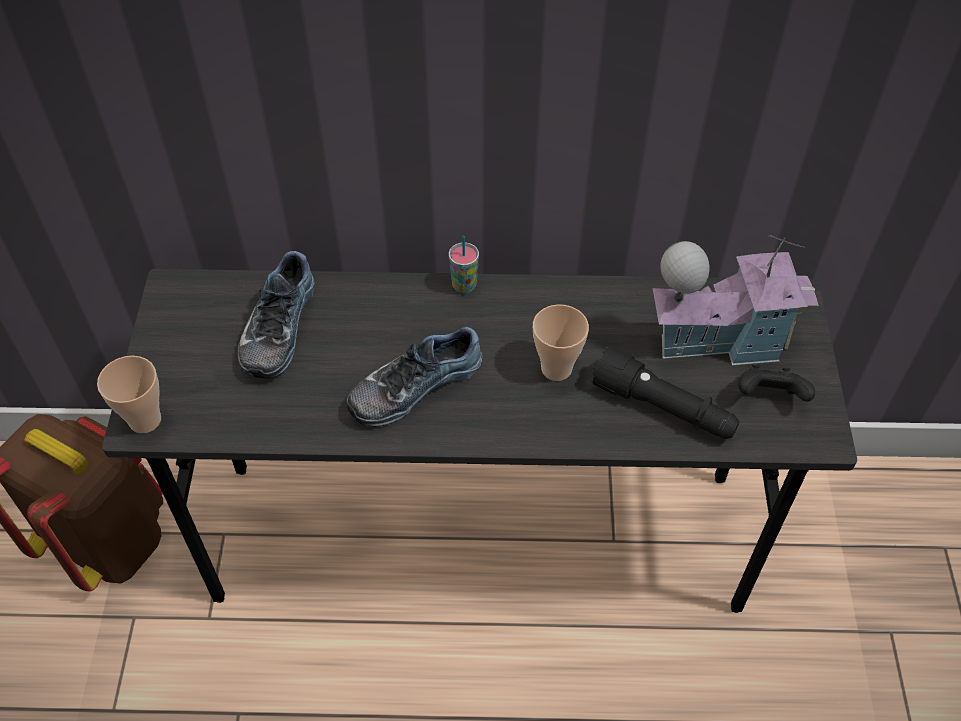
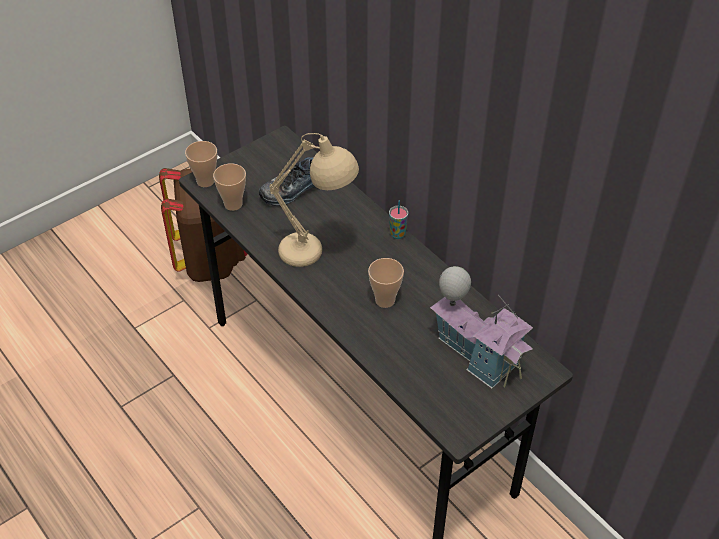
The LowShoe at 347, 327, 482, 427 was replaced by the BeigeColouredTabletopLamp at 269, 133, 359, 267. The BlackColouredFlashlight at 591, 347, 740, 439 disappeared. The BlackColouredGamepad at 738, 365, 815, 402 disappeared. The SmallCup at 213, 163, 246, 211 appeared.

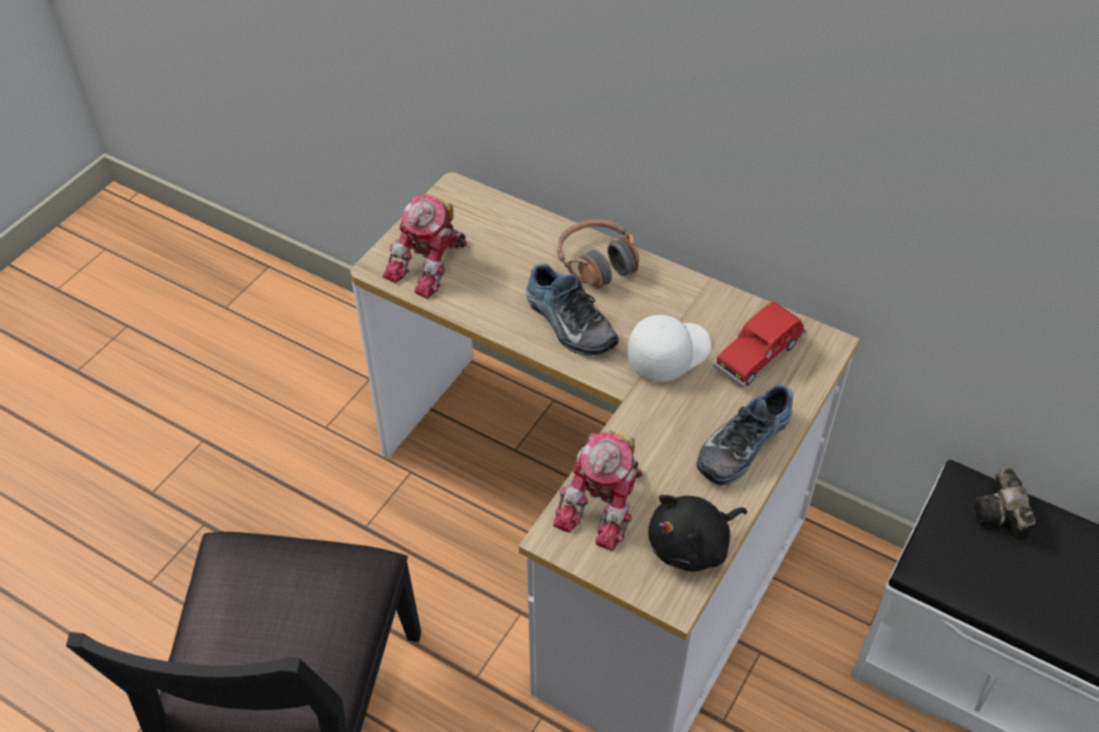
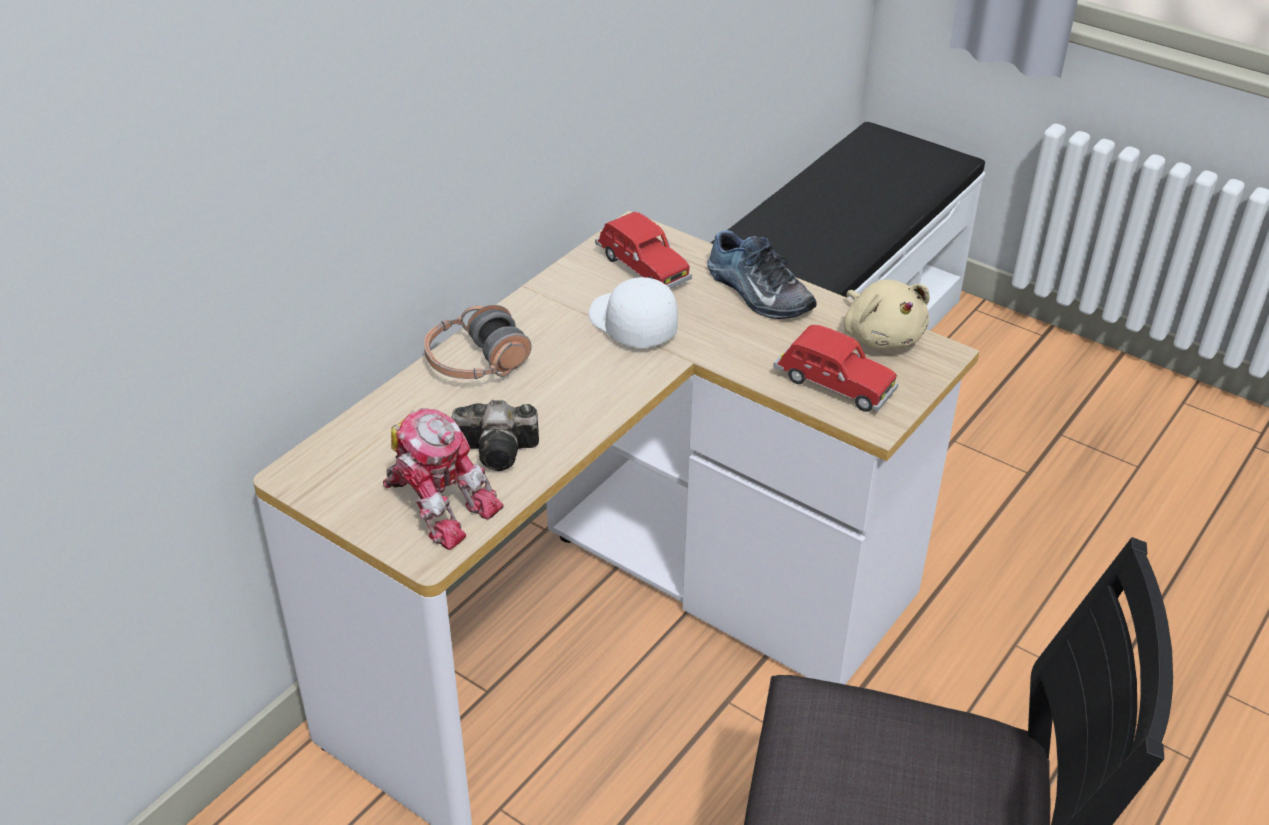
The LowShoe at 526, 263, 619, 355 disappeared. The RobotFigure at 553, 430, 643, 551 was replaced by the ReddishModelCar at 773, 325, 899, 412. The PhotoCamera moved from 974, 468, 1036, 541 to 452, 400, 539, 471. The BlackColouredSoftToy at 648, 495, 747, 572 became the BeigeColouredSoftToy at 844, 279, 930, 349.

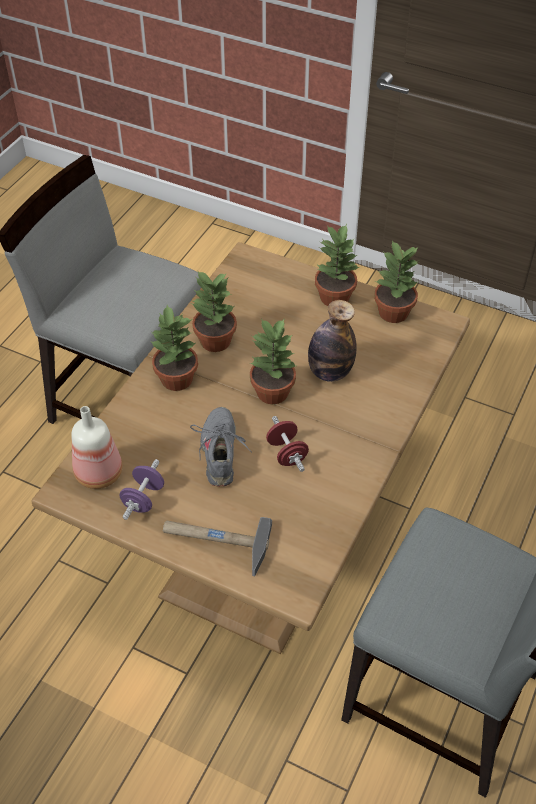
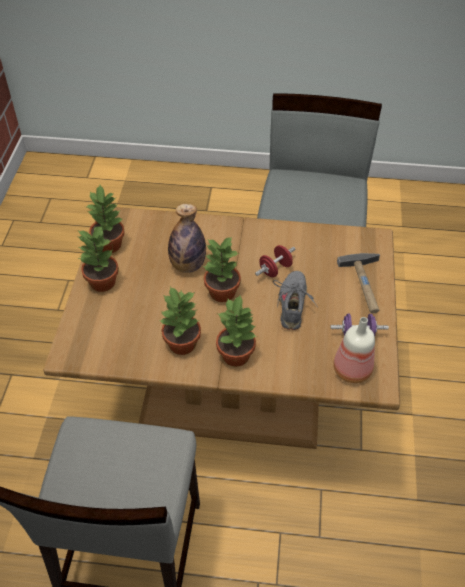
The GreyLowShoe at 190, 407, 252, 487 turned 120 degrees clockwise.

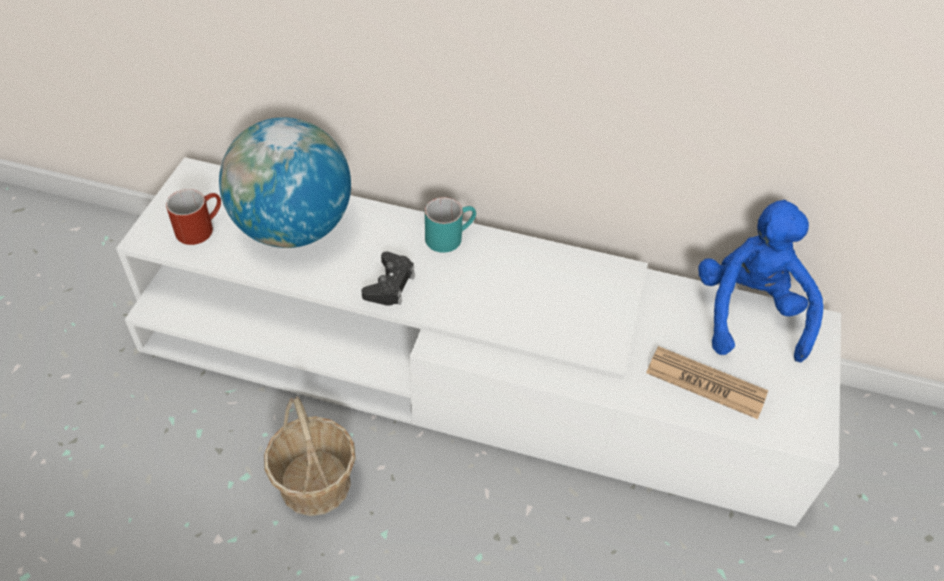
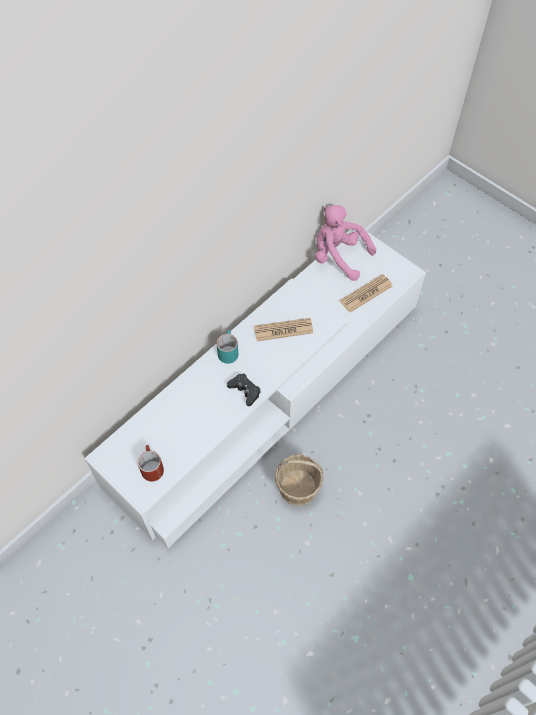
The DeskGlobe at 219, 117, 351, 248 disappeared. The BluishSoftToy at 698, 200, 824, 363 became the PinkSoftToy at 315, 205, 376, 281. The PrintedPaper at 254, 318, 313, 341 appeared.

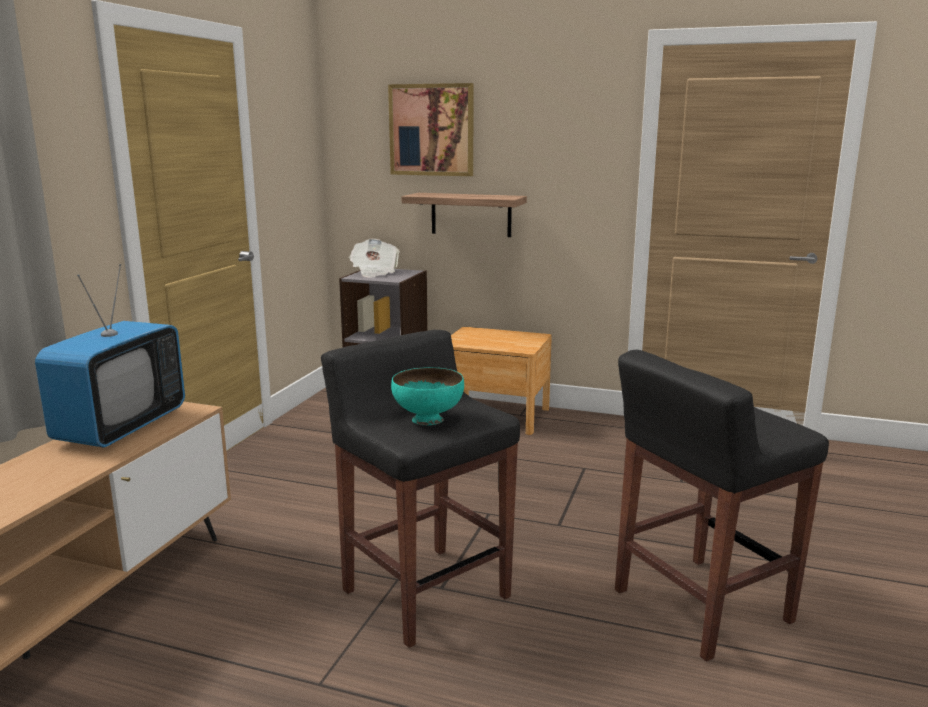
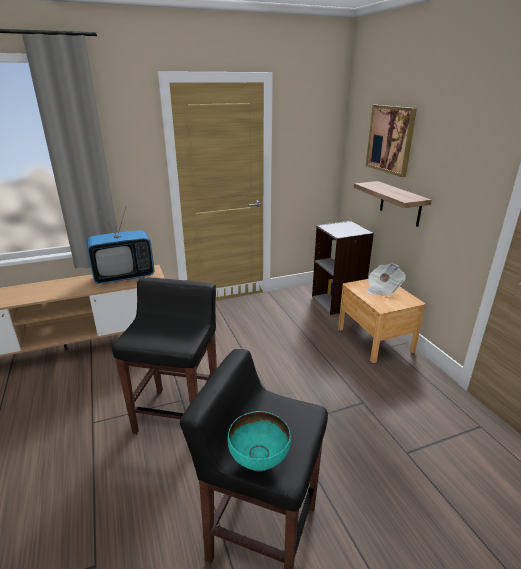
The PrintedPaper moved from 349, 239, 400, 278 to 367, 264, 406, 296. The TurquoiseColouredServingBowl moved from 391, 367, 464, 425 to 228, 411, 291, 472.

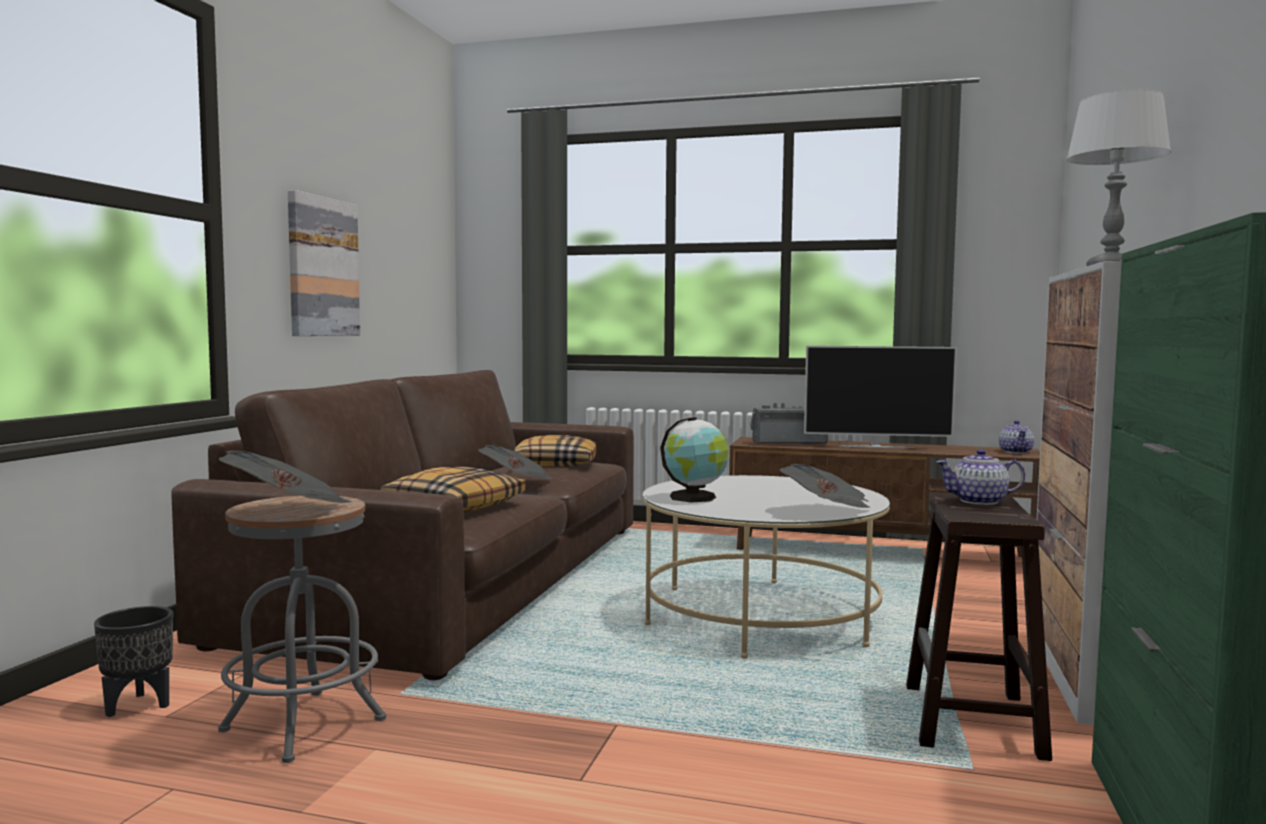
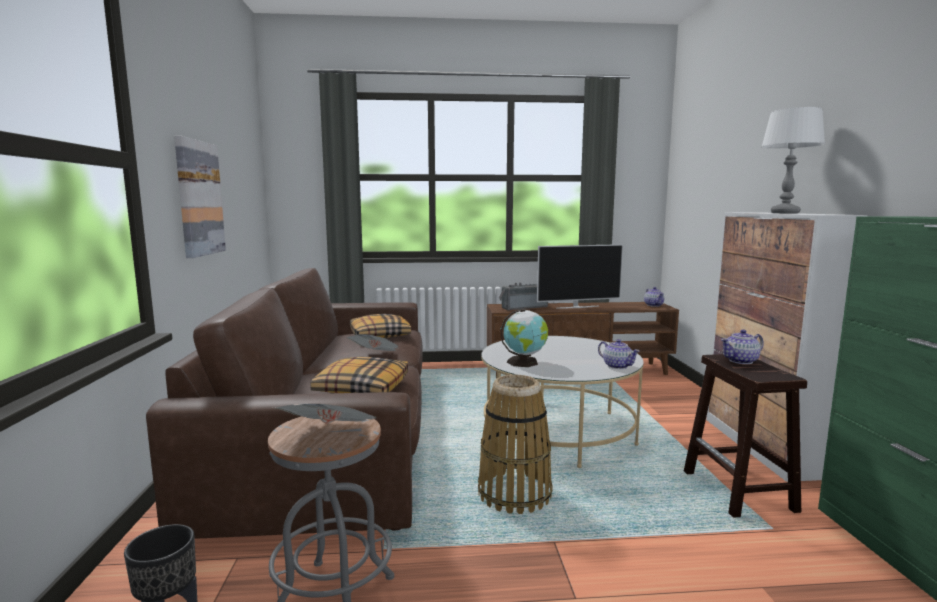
The PrintedPaper at 779, 464, 870, 508 was replaced by the PotForTea at 598, 339, 640, 369. The Basket at 478, 375, 553, 514 appeared.

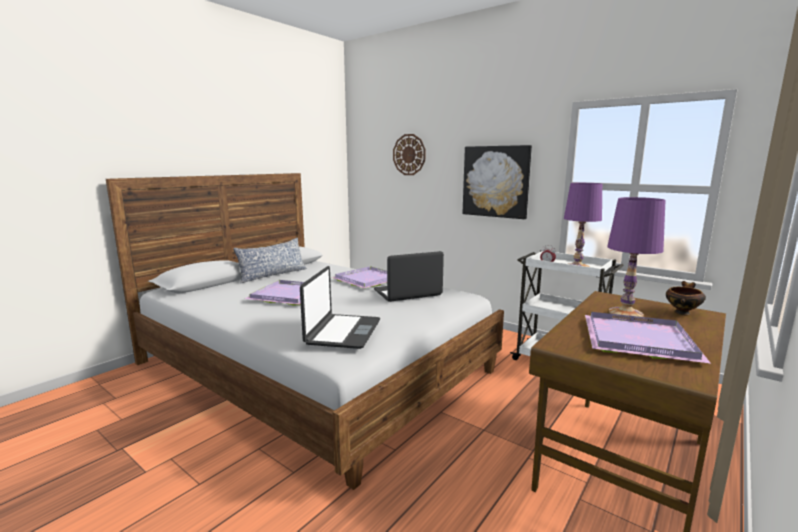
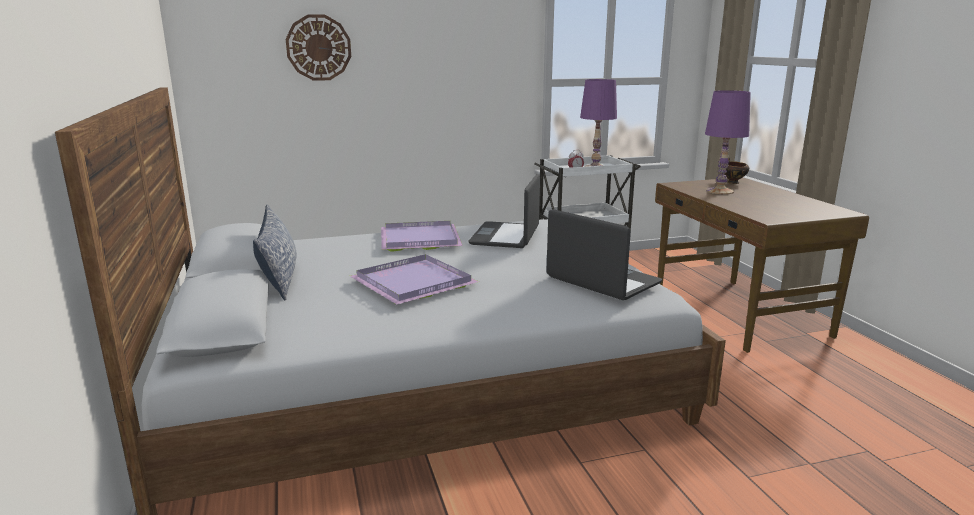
The WallArt at 463, 145, 532, 219 disappeared. The PurplishTray at 585, 312, 711, 364 disappeared.

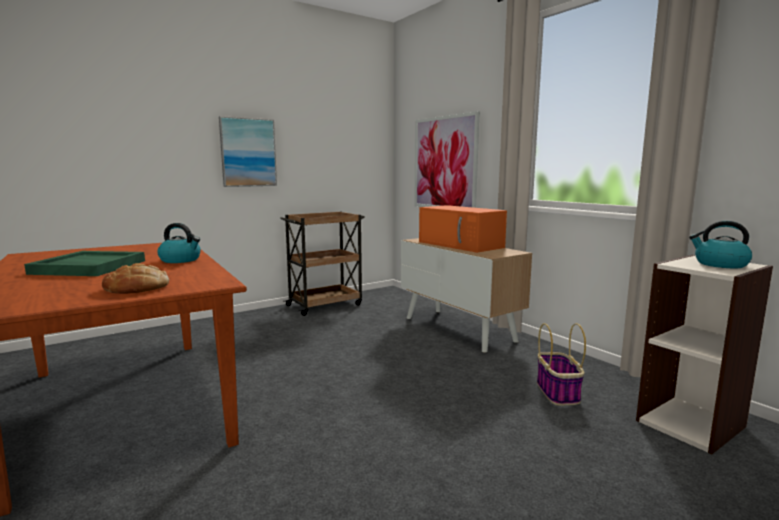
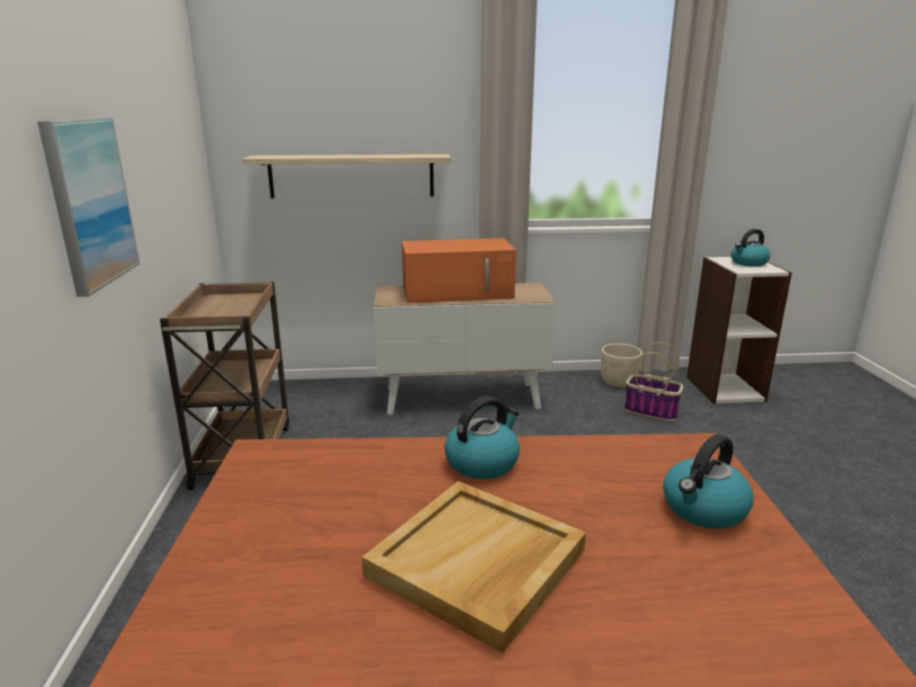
The WallArt at 414, 111, 480, 208 was replaced by the Shelf at 242, 154, 451, 198. The GreenColouredTray at 24, 251, 145, 276 became the BeigeColouredTray at 362, 481, 586, 653. The Bread at 102, 263, 169, 294 was replaced by the WaterKettle at 663, 434, 753, 529. The BeigeColouredPlantPot at 601, 343, 642, 387 appeared.

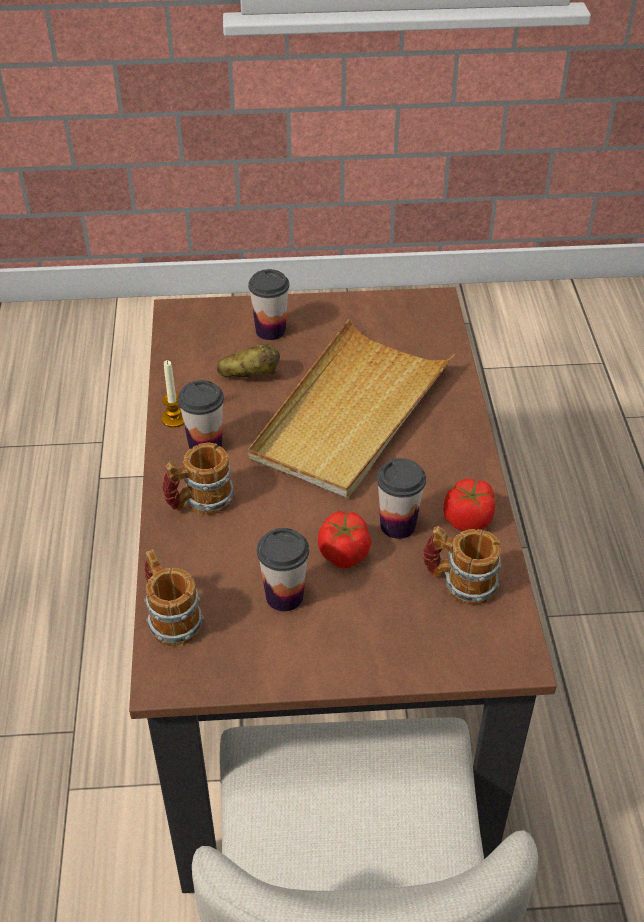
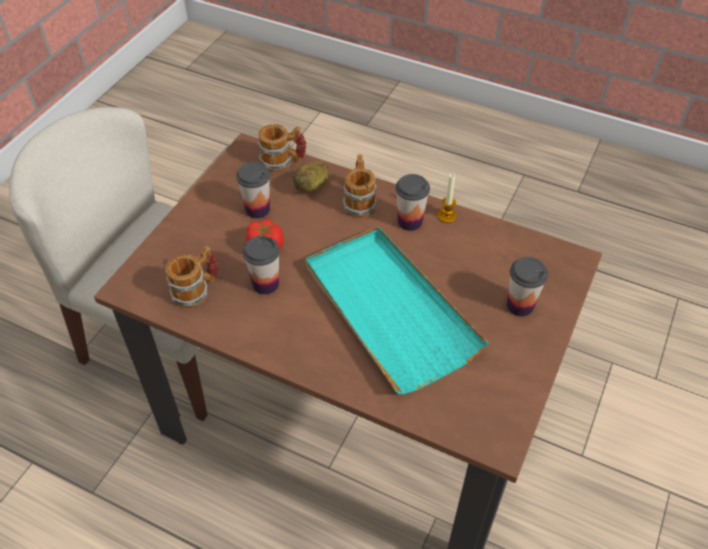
The BeigeColouredTray at 248, 319, 454, 499 became the TurquoiseColouredTray at 305, 227, 489, 394. The Potato moved from 217, 344, 280, 378 to 293, 162, 329, 192. The FreshTomato at 444, 478, 495, 531 disappeared.

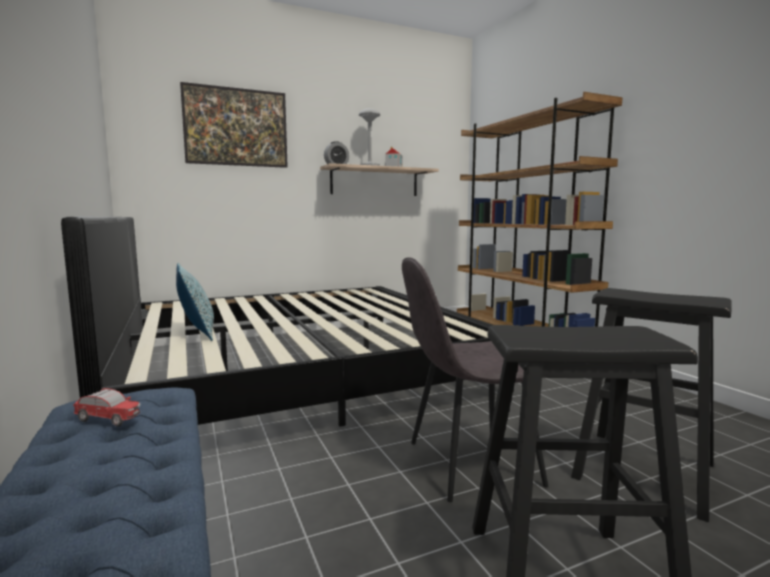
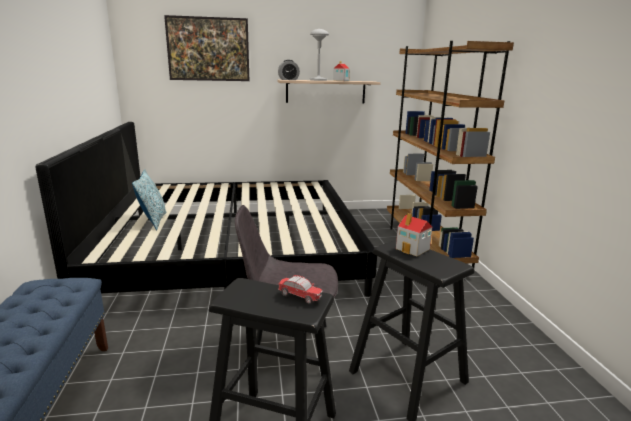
The ModelCar moved from 73, 388, 141, 427 to 278, 275, 322, 304. The ToyHouse at 396, 213, 432, 256 appeared.

